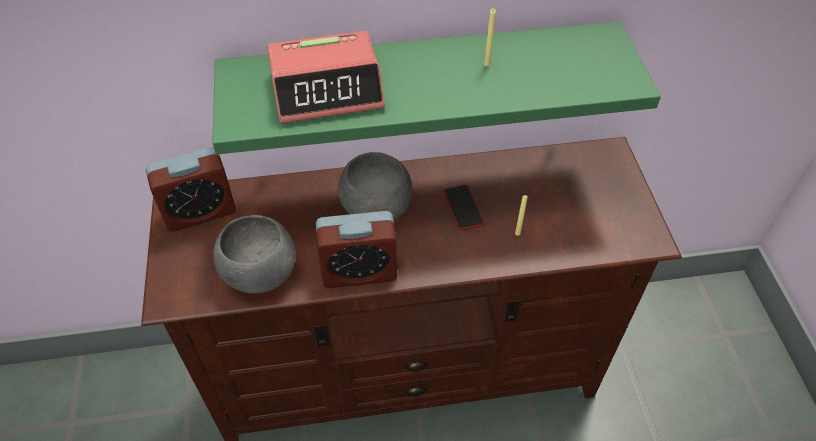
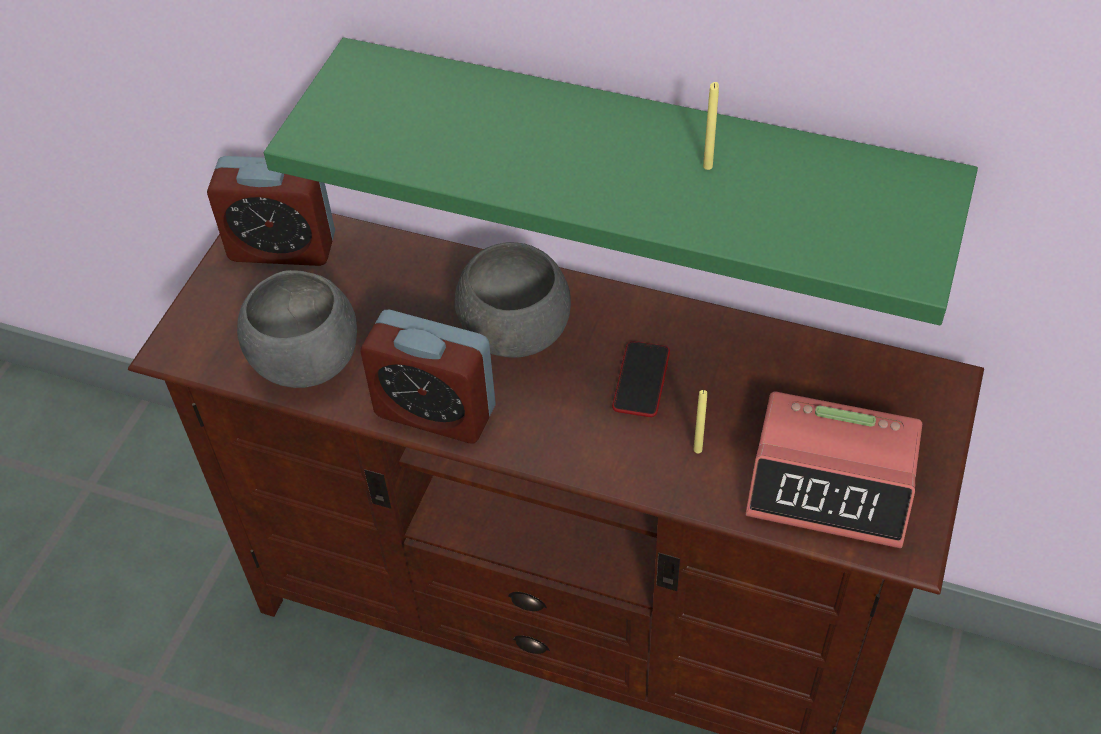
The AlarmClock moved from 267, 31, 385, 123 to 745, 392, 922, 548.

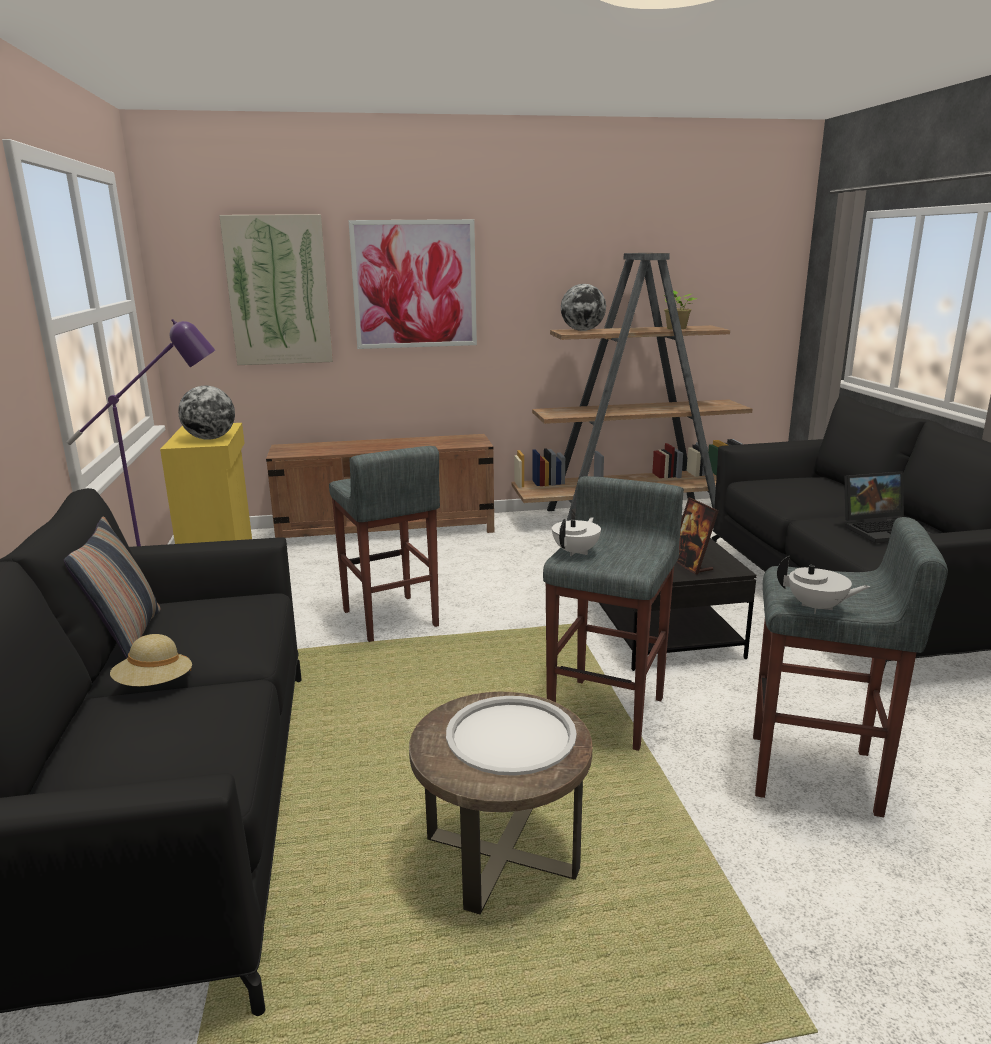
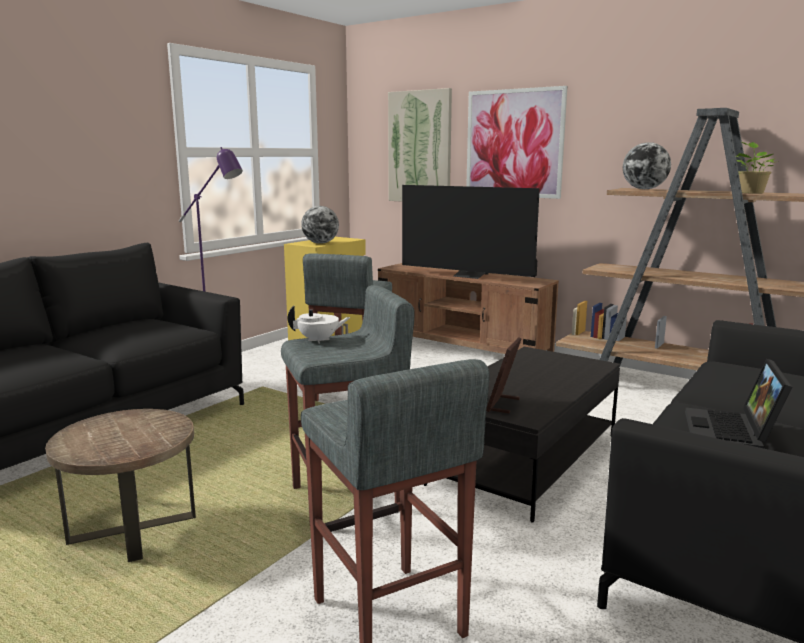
The PortableComputer at 844, 472, 933, 543 turned 75 degrees clockwise. The Pillow at 64, 517, 161, 659 disappeared. The WhiteColouredPotForTea at 777, 555, 870, 614 disappeared. The BeigeColouredWearableHat at 110, 634, 192, 686 disappeared. The WhiteColouredTray at 446, 696, 577, 776 disappeared. The Television at 402, 185, 540, 279 appeared.

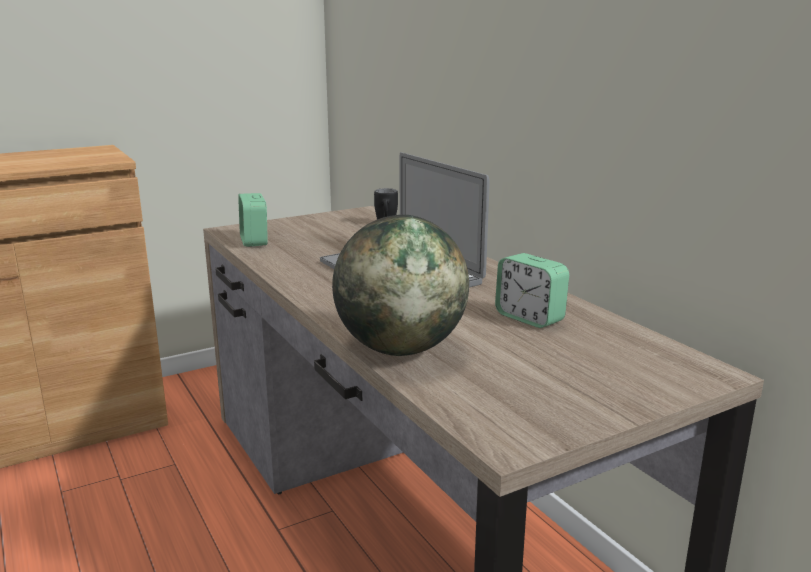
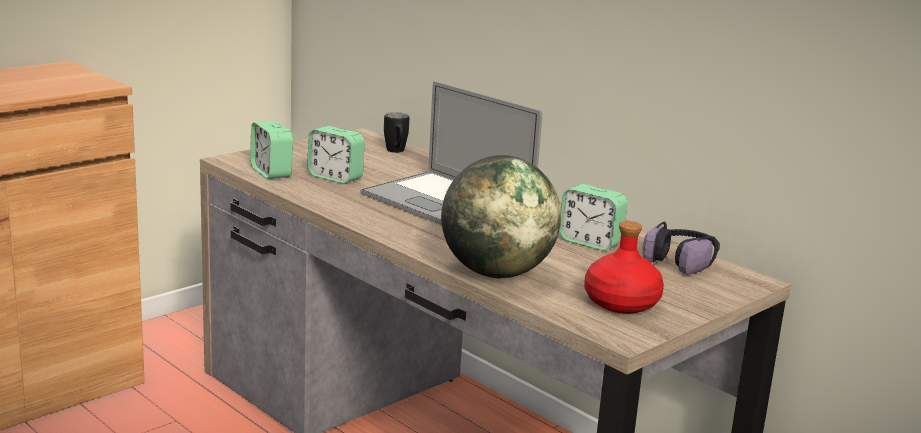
The AlarmClock at 307, 126, 365, 184 appeared. The ReddishDrinkBottle at 584, 221, 664, 314 appeared. The Headphones at 643, 222, 720, 275 appeared.

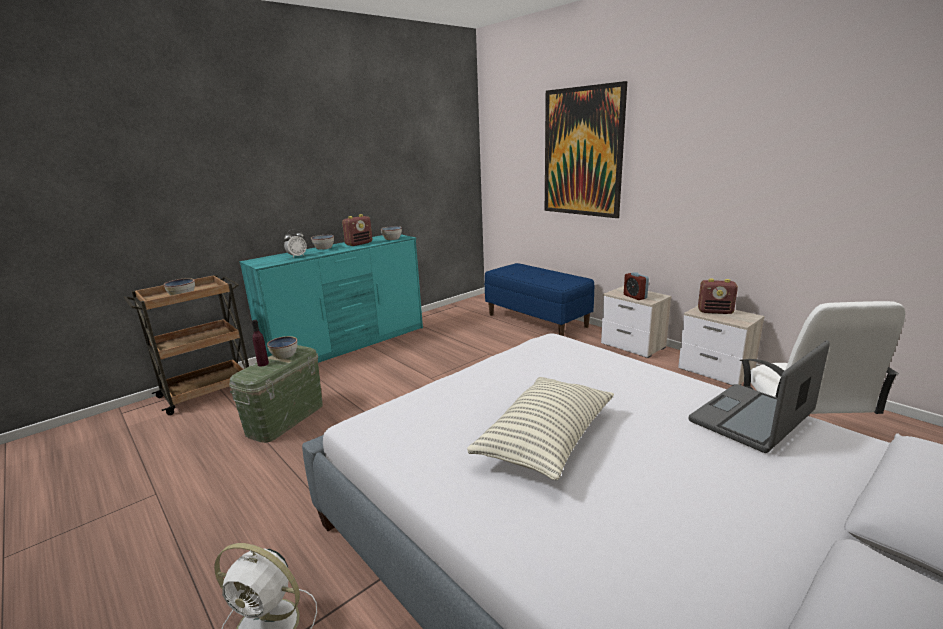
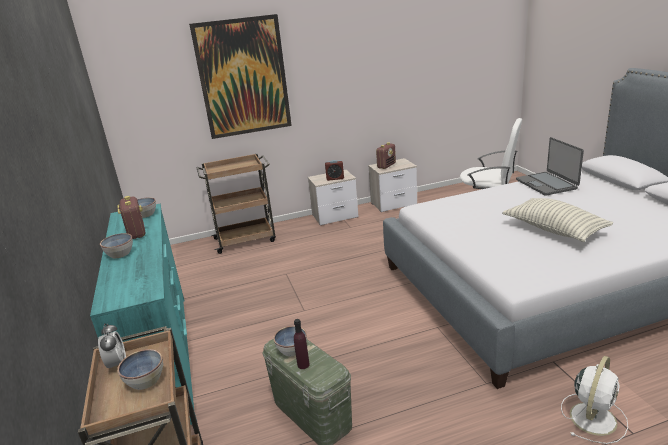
The AlarmClock moved from 284, 229, 307, 258 to 98, 324, 126, 368. The BluishIndoorBench at 485, 263, 595, 336 was replaced by the BrownishWheeledCart at 197, 154, 276, 254.

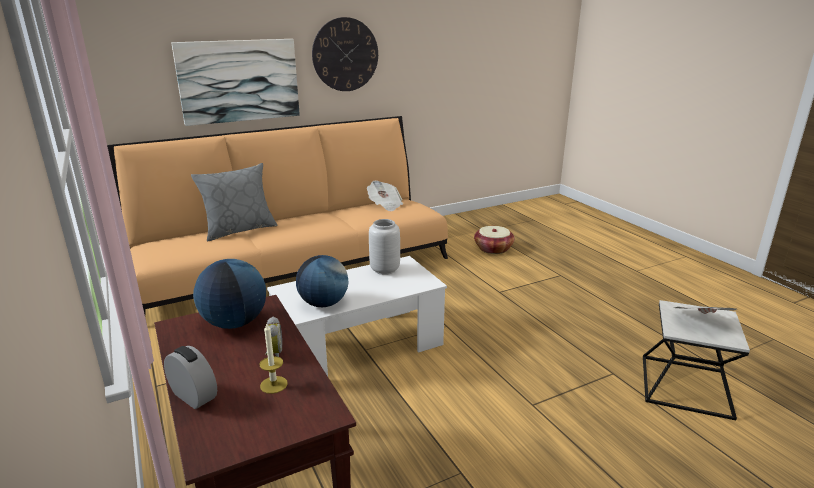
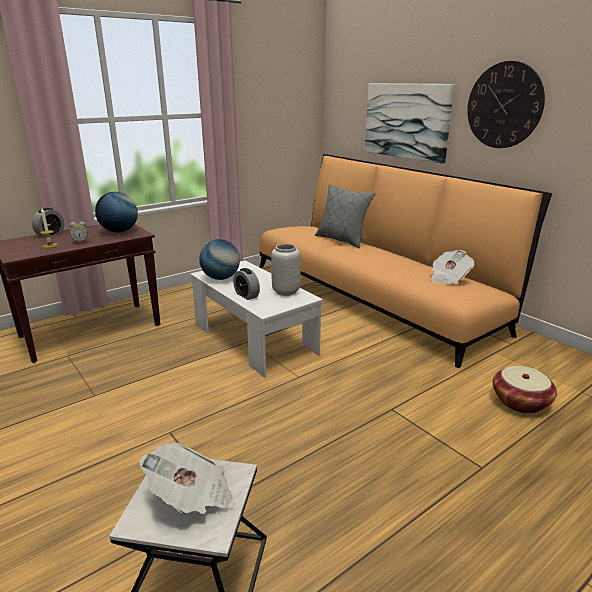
The AlarmClock at 233, 268, 260, 300 appeared.

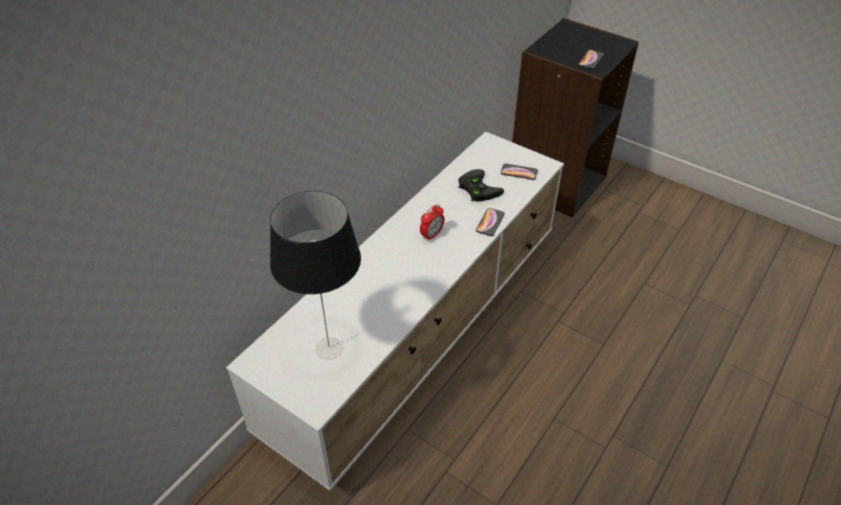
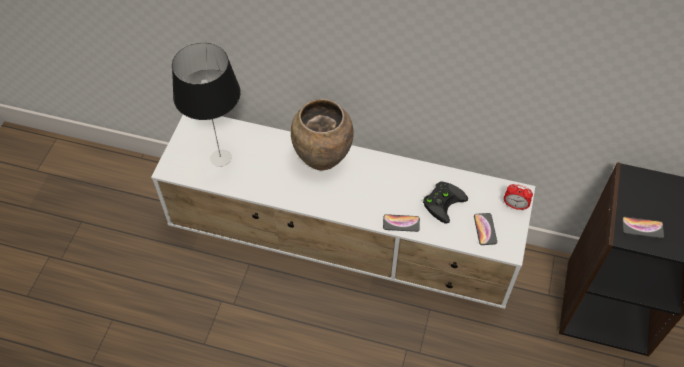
The AlarmClock moved from 420, 204, 444, 242 to 504, 184, 533, 211. The BrownishDecorativeVase at 291, 99, 354, 170 appeared.

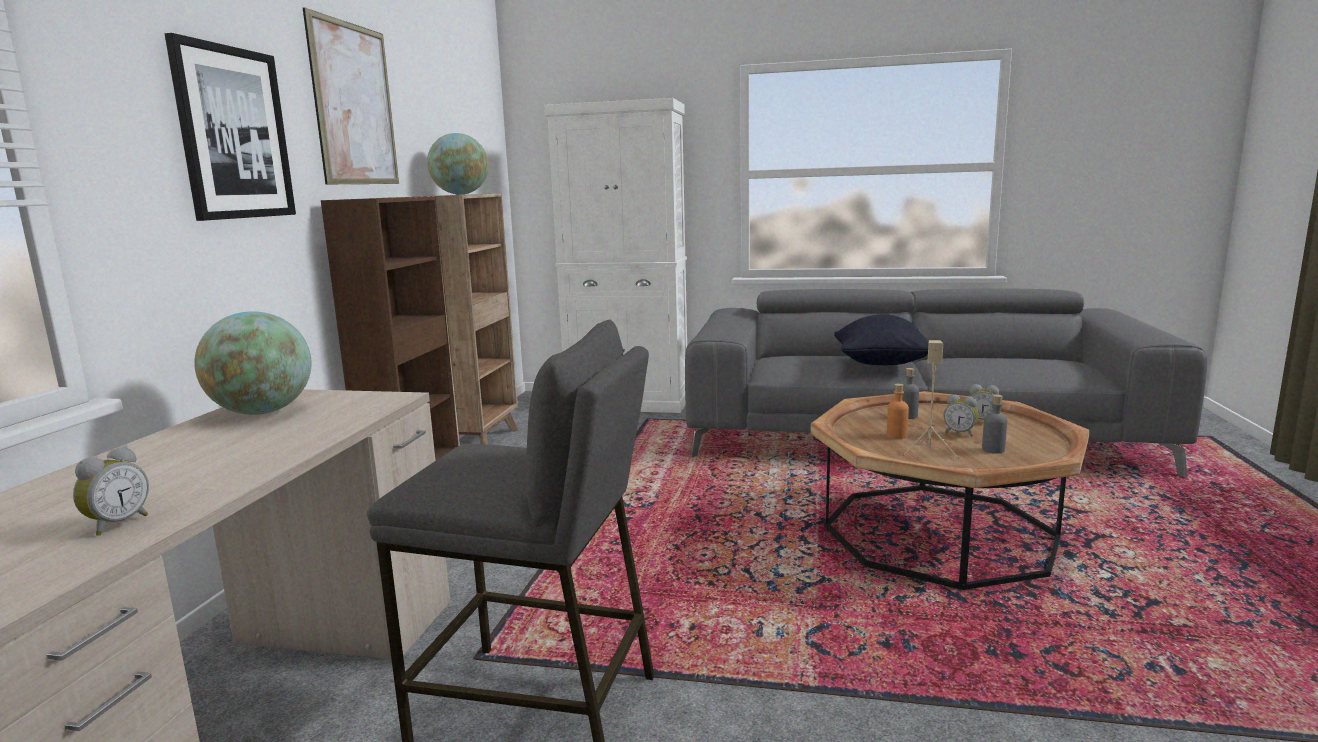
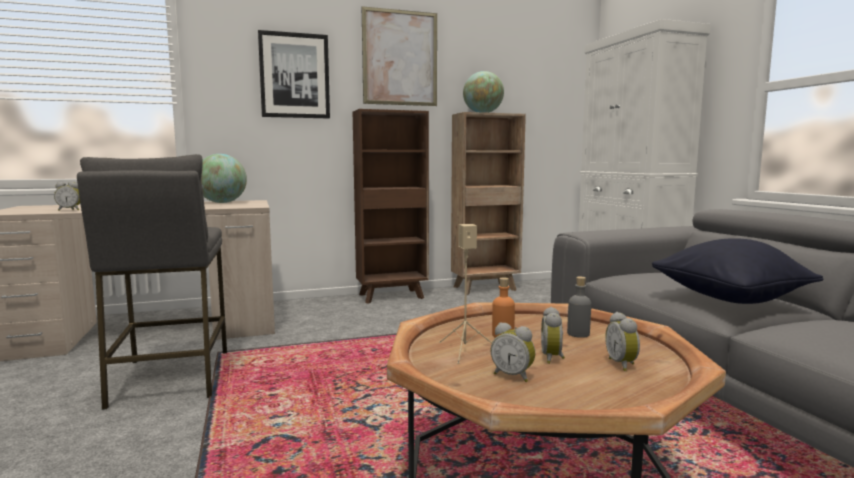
The GreyDrinkBottle at 982, 395, 1007, 454 was replaced by the AlarmClock at 490, 322, 535, 382.

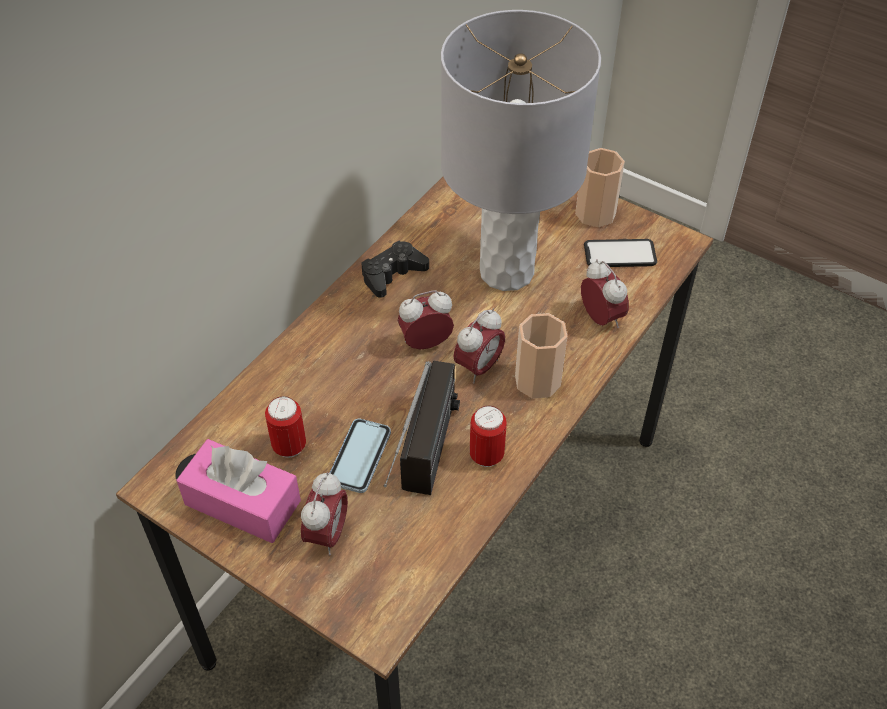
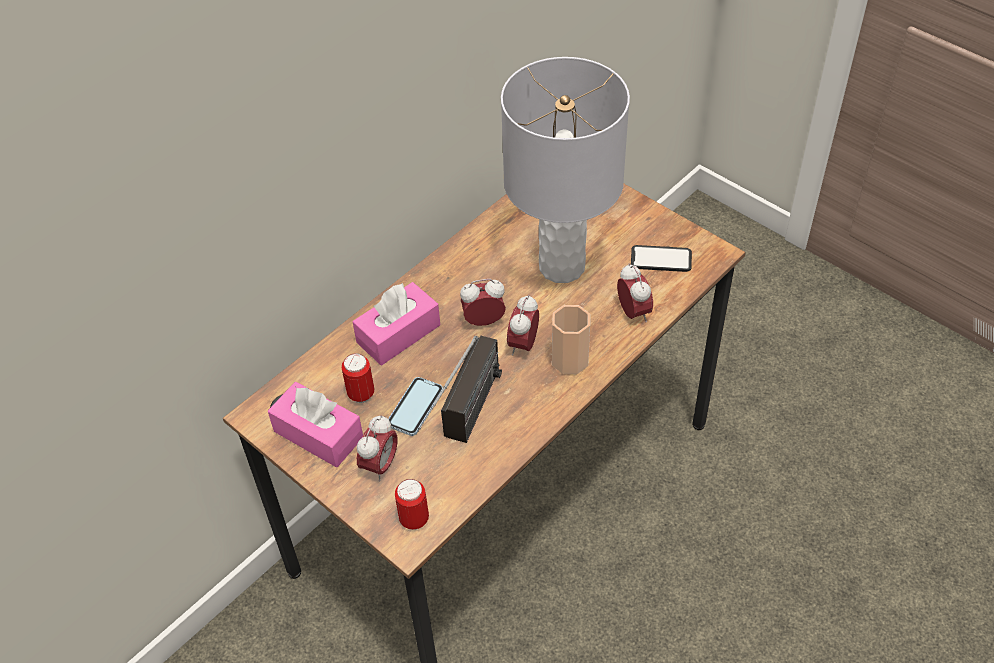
The SmallCup at 575, 148, 625, 227 disappeared. The BlackColouredGamepad at 362, 241, 429, 298 disappeared. The AlarmClock at 453, 309, 505, 384 turned 150 degrees clockwise. The Can moved from 470, 406, 507, 467 to 395, 479, 429, 530. The PinkTissueBox at 353, 282, 440, 365 appeared.

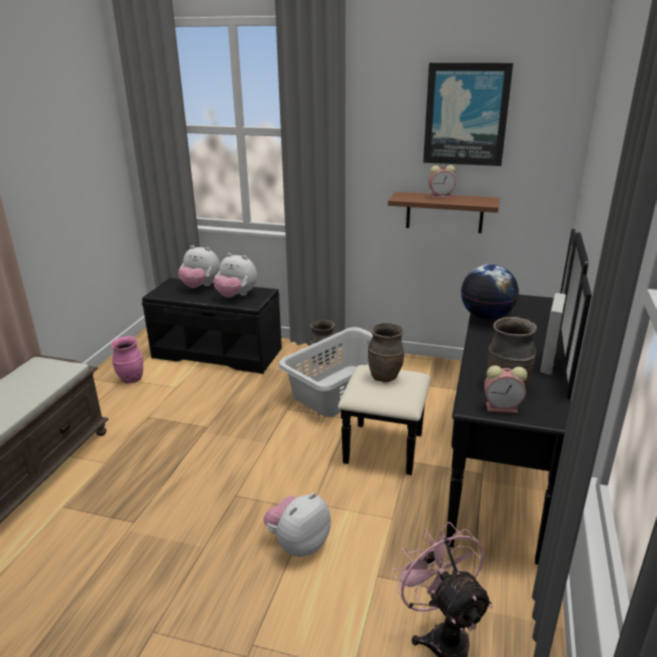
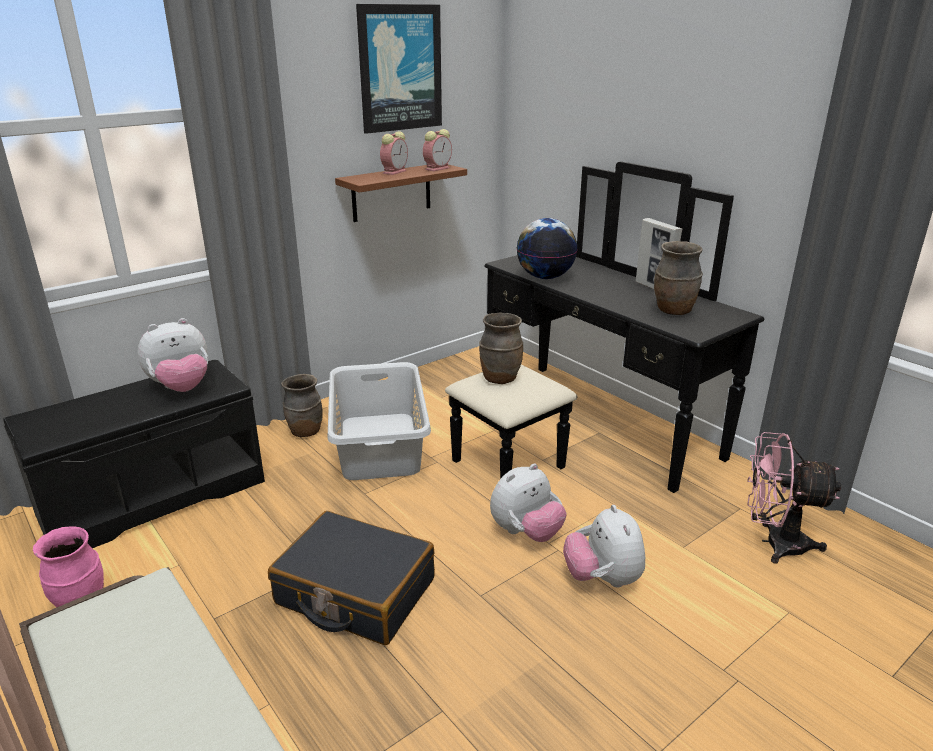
The SoftToy moved from 178, 245, 220, 288 to 490, 464, 567, 542. The AlarmClock moved from 484, 365, 527, 413 to 423, 129, 452, 171. The BlackColouredTravelCase at 268, 511, 435, 645 appeared.

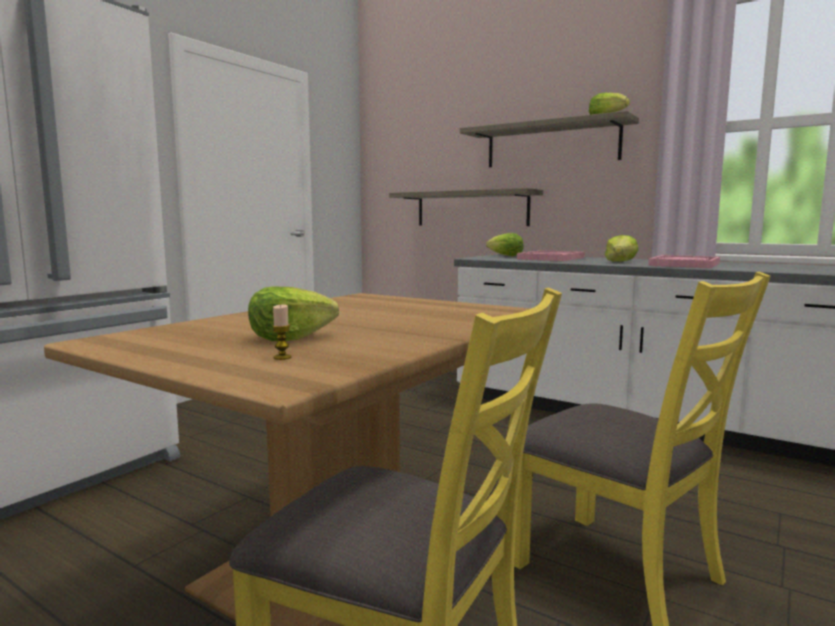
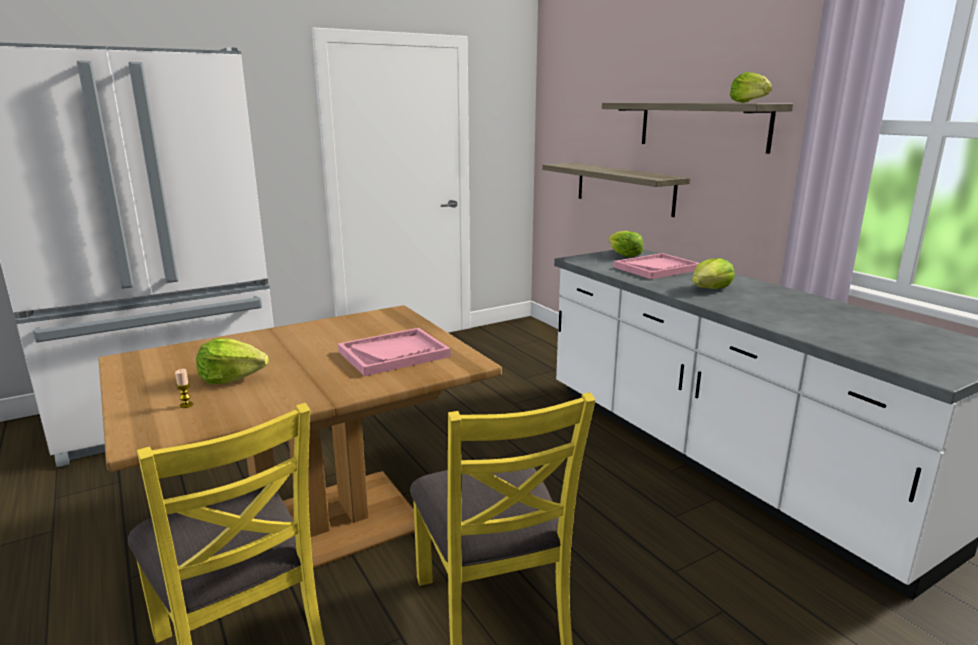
The PinkTray moved from 648, 255, 720, 268 to 338, 328, 451, 376.

